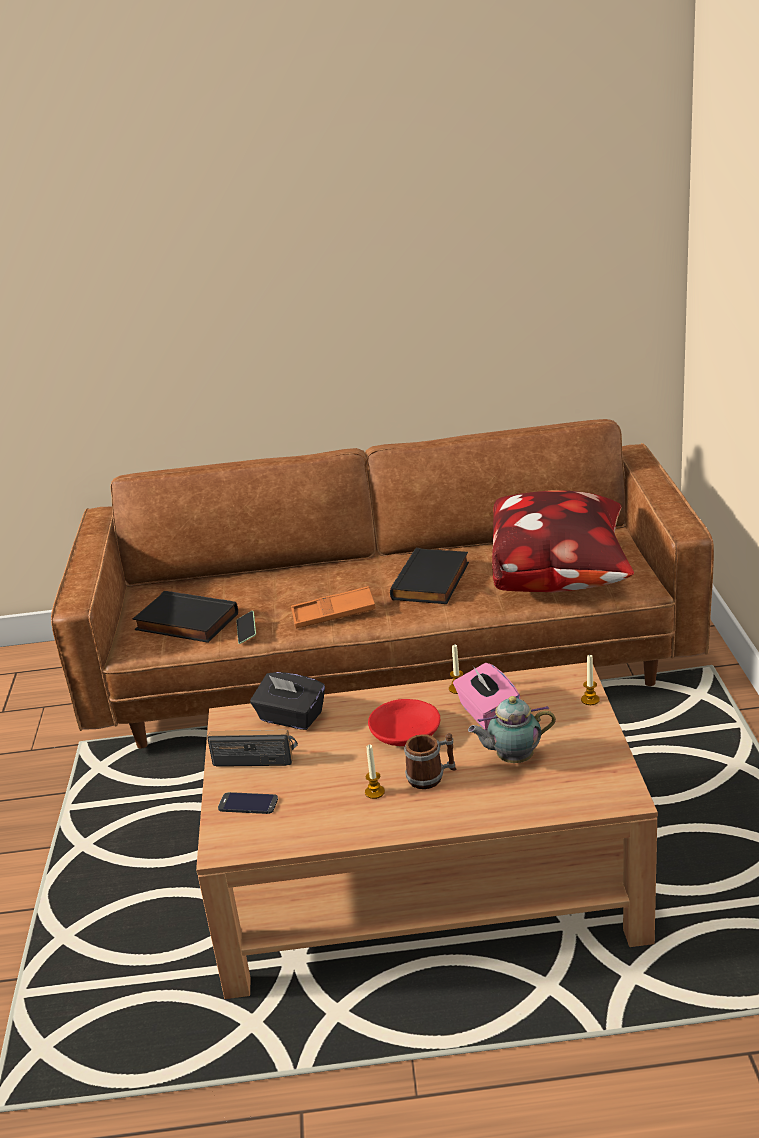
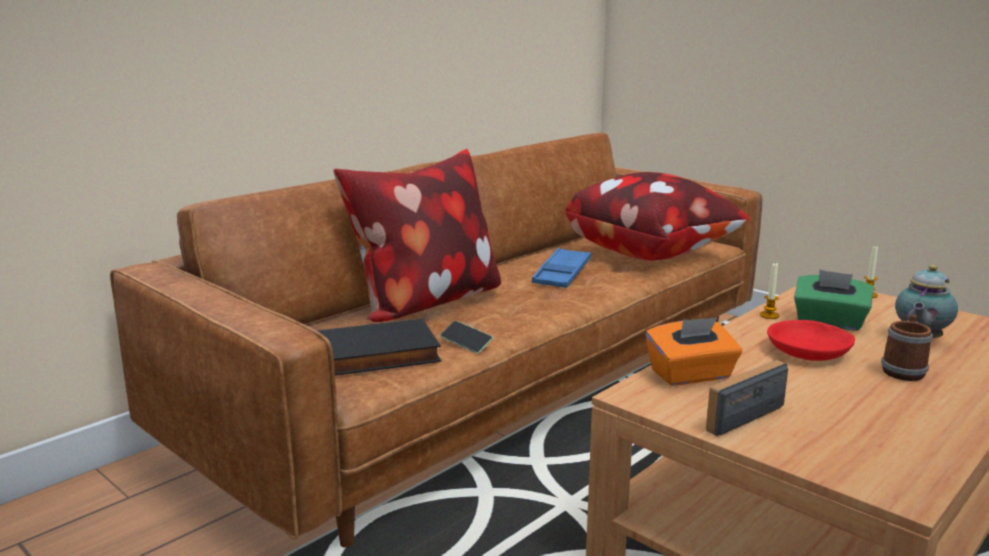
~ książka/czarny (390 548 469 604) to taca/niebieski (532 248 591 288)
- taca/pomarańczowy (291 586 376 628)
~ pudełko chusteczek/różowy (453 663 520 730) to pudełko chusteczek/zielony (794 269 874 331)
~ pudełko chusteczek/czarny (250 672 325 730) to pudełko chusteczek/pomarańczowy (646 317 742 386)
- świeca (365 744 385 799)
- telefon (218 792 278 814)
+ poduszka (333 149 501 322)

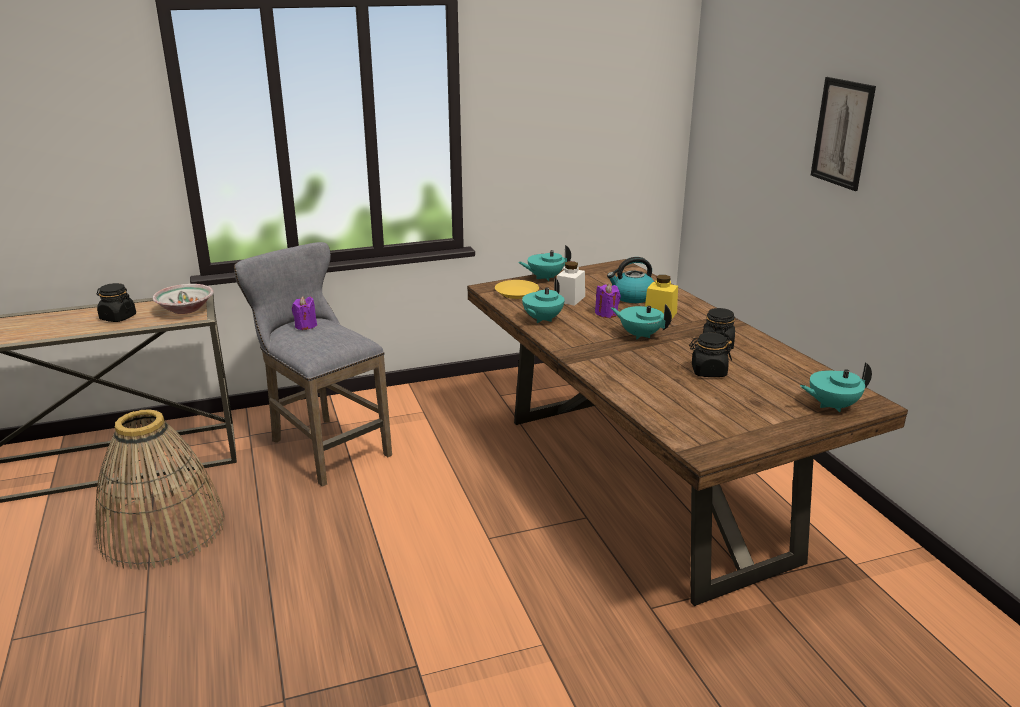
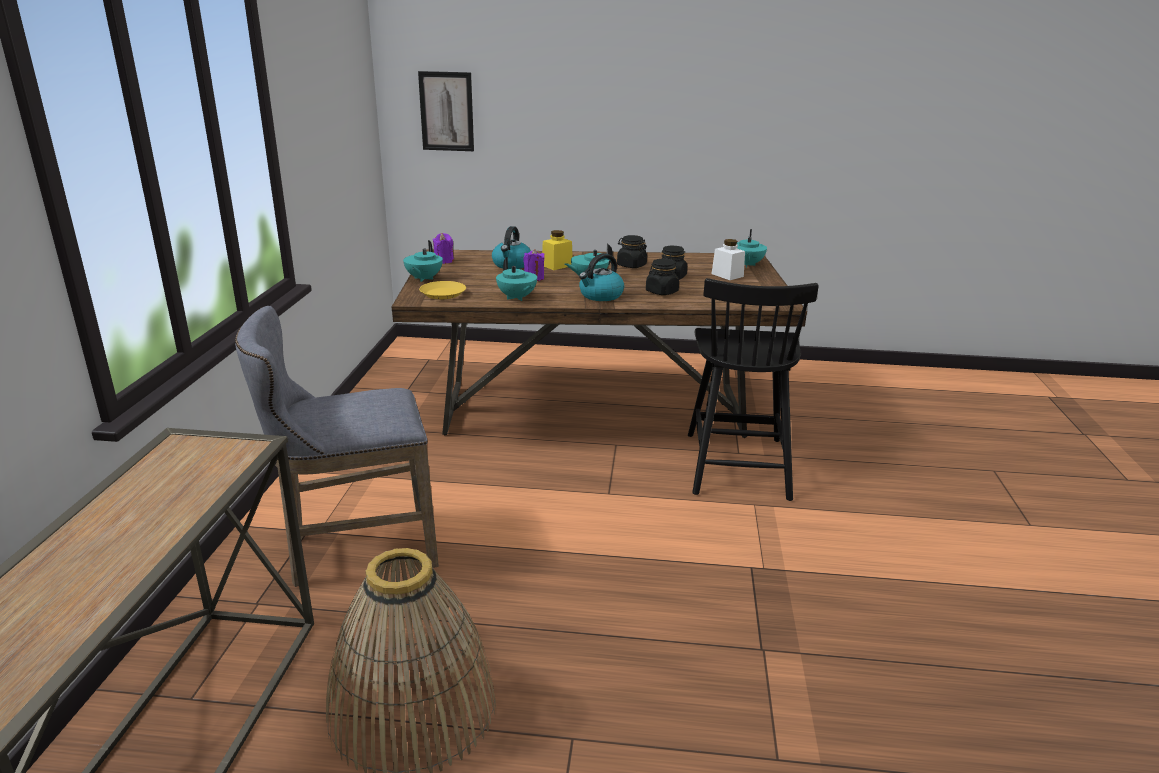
~ obraz (811 77 876 191) to (418 71 474 151)
~ słoik/biały (557 261 585 306) to (711 239 745 280)
~ słoik/czarny (97 283 136 322) to (646 259 679 295)
- miska (152 284 214 314)
~ świeca/fioletowy (292 296 317 330) to (433 233 454 264)
+ czajnik (579 253 624 301)
+ krzesło/czarny (688 278 819 501)

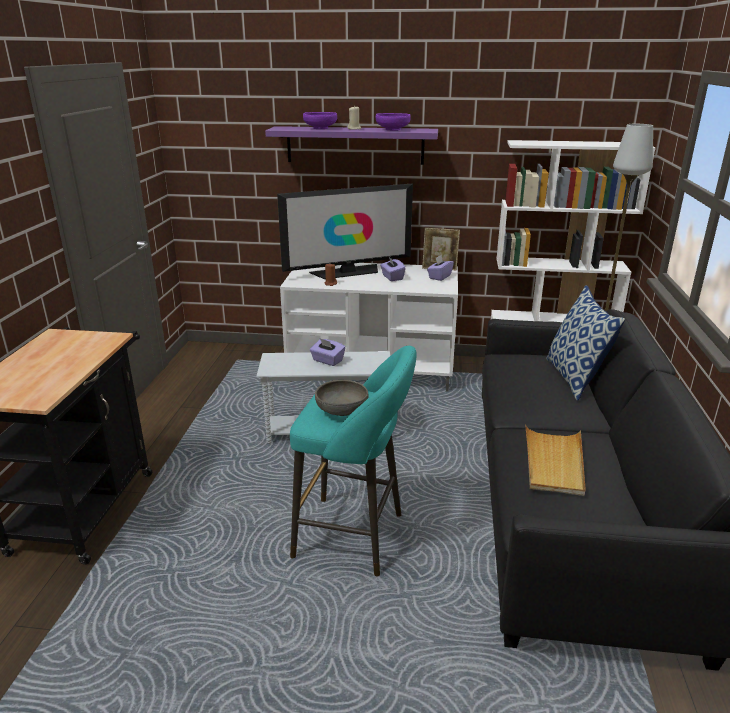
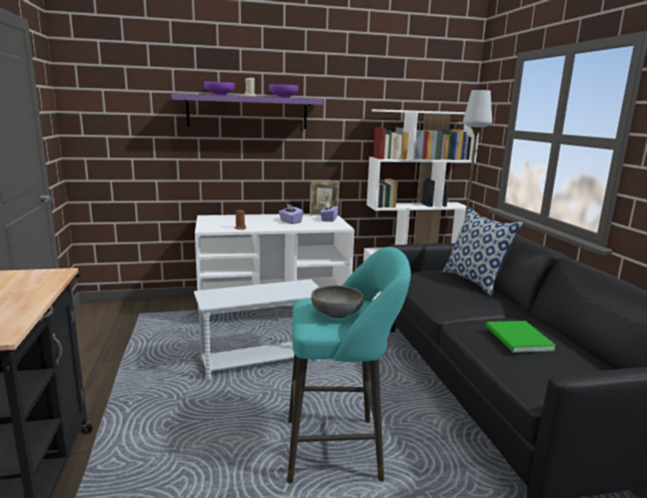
- telewizor (277 184 413 279)
- pudełko chusteczek/fioletowy (310 338 346 366)
~ taca/beżowy (525 425 586 496) to książka/zielony (485 321 556 353)

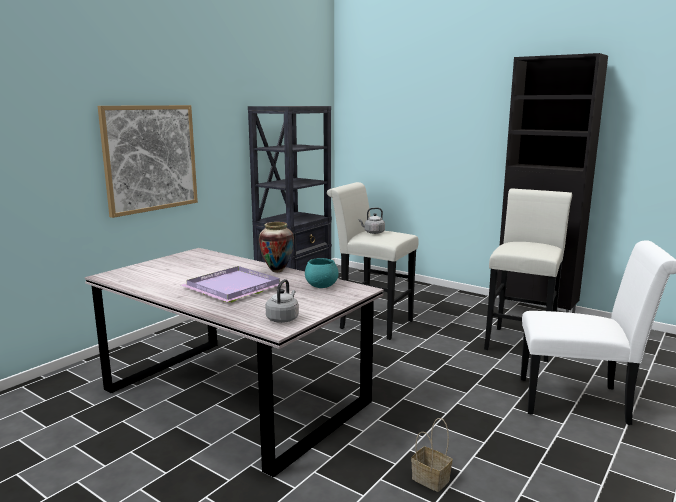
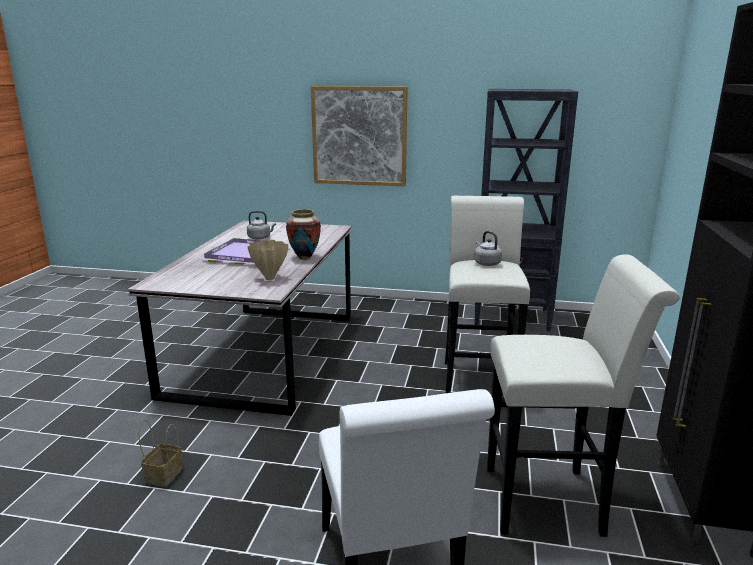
~ miska/turkusowy (305 258 338 288) to wazon/beżowy (247 240 288 280)
~ czajnik/szary (265 279 299 323) to (247 211 276 240)

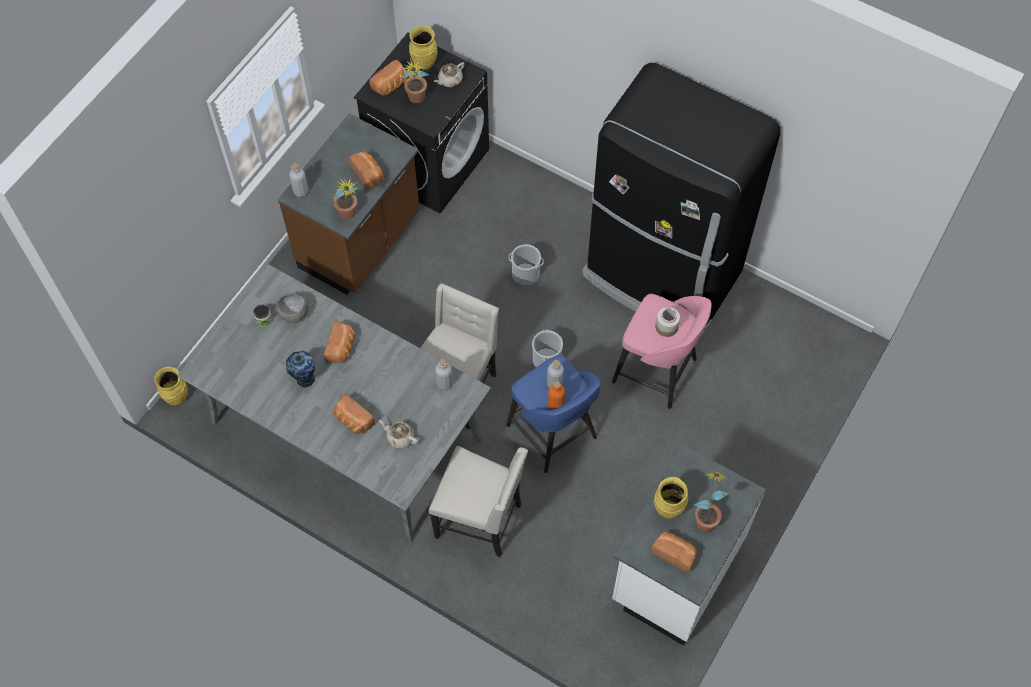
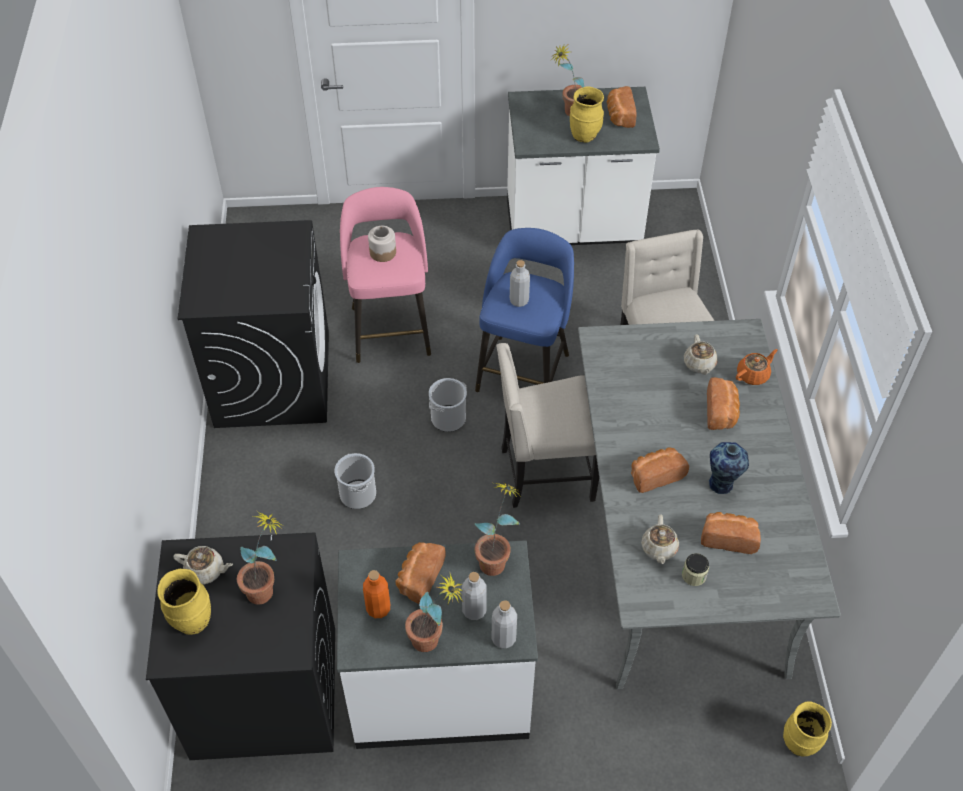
~ chleb (370 60 407 96) to (701 512 761 554)
~ lodówka/czarny (582 63 781 337) to pralka/czarny (177 220 329 428)
~ zabudowa kuchenna/brązowy (278 114 420 295) to zabudowa kuchenna/biały (337 540 538 749)
~ miska/szary (276 293 308 323) to imbryk/beżowy (641 514 679 564)
~ butelka/szary (435 359 453 390) to (462 572 487 620)
~ butelka/pomarańczowy (548 381 565 410) to (363 570 390 618)
+ imbryk/pomarańczowy (736 349 778 385)
+ roślina doniczkowa (405 573 462 652)

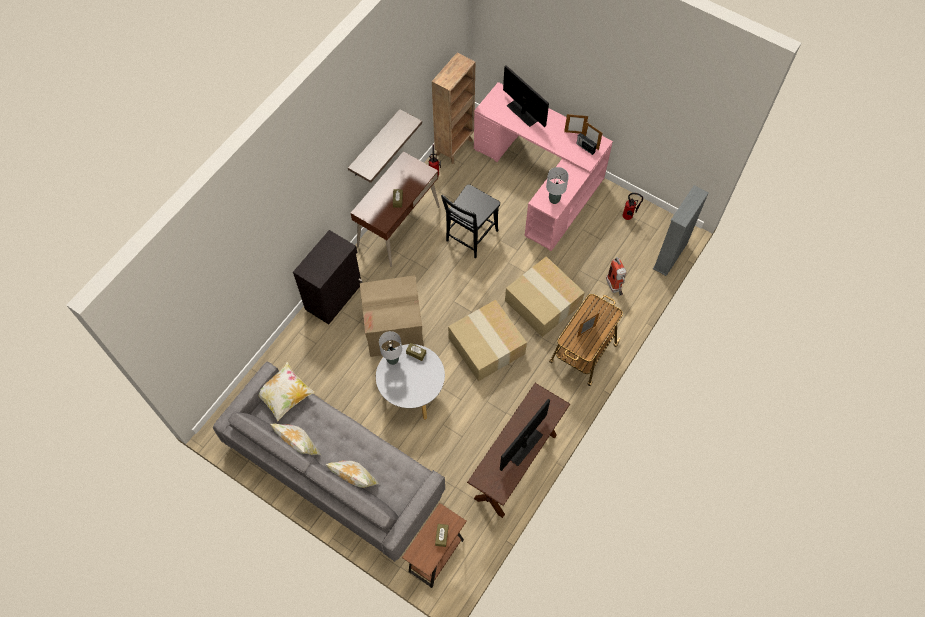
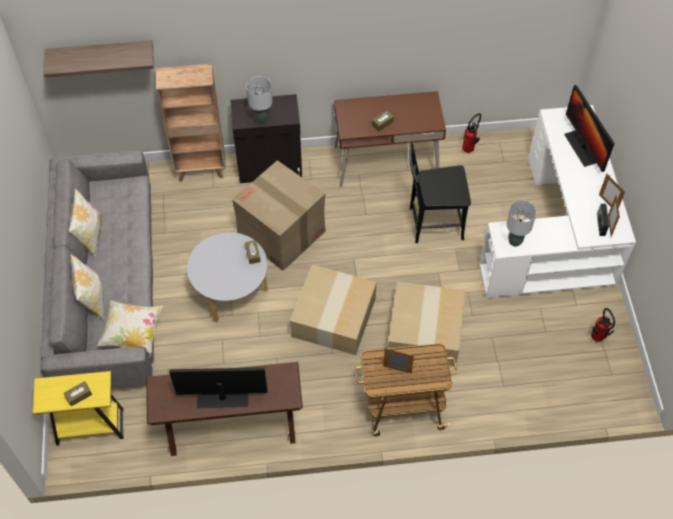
~ regał/brązowy (432 53 475 164) to (156 64 226 182)
~ monitor (503 65 549 127) = (564 85 615 172) 150 degrees clockwise
~ biurko/różowy (474 82 613 251) to biurko/biały (479 105 636 299)
~ półka (348 109 422 183) to (43 40 154 78)
- regał/szary (653 185 709 276)
- gaśnica (606 257 627 295)
~ lampa stołowa/szary (379 331 402 365) to (247 77 273 124)
~ poduszka (258 362 315 421) to (97 300 163 353)
~ stolik/brązowy (402 503 467 588) to stolik/żółty (33 371 124 446)

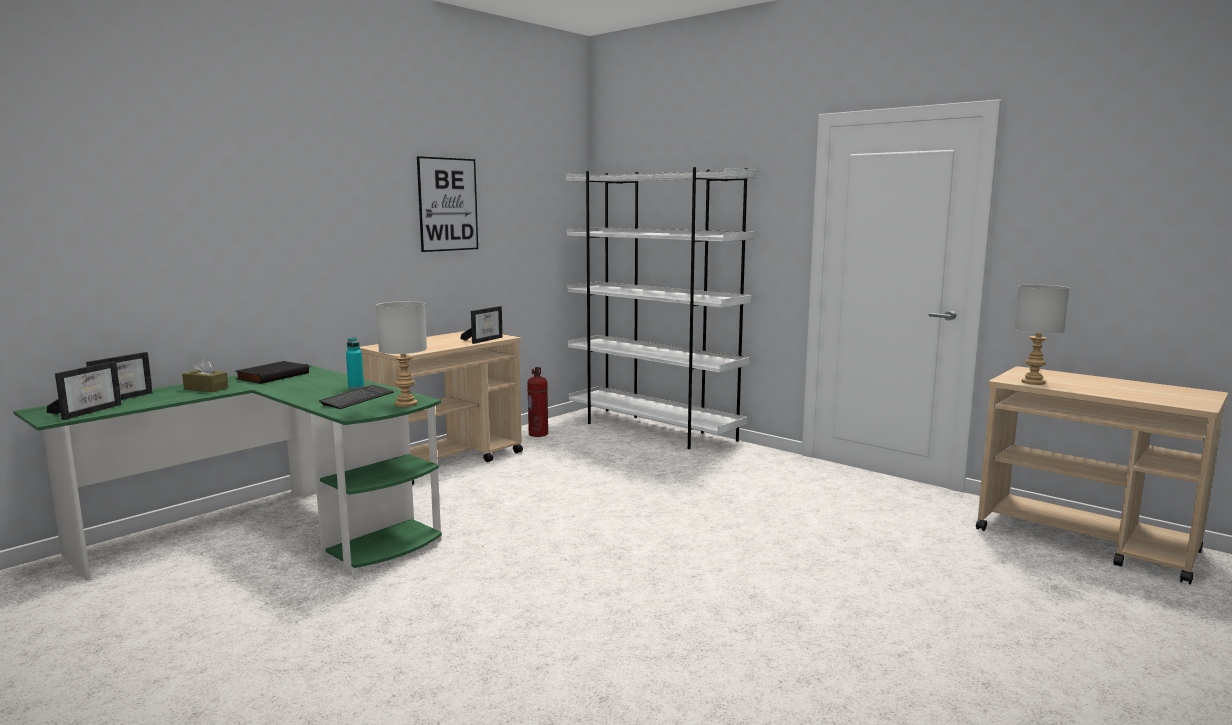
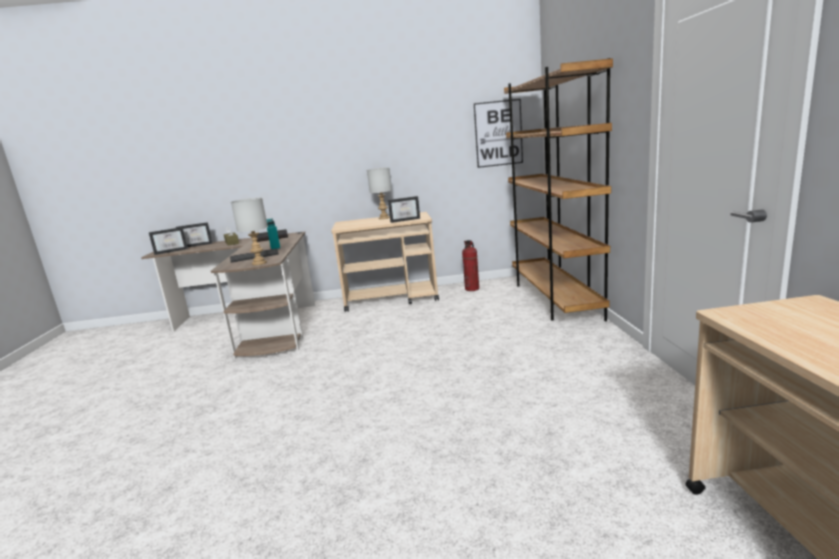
~ obraz (417 156 478 252) to (474 99 523 168)
~ regał/biały (566 167 756 449) to regał/brązowy (504 58 613 321)
~ lampa stołowa/szary (1014 284 1069 385) to (367 168 392 219)
~ biurko/zielony (13 364 442 581) to biurko/brązowy (141 231 315 359)

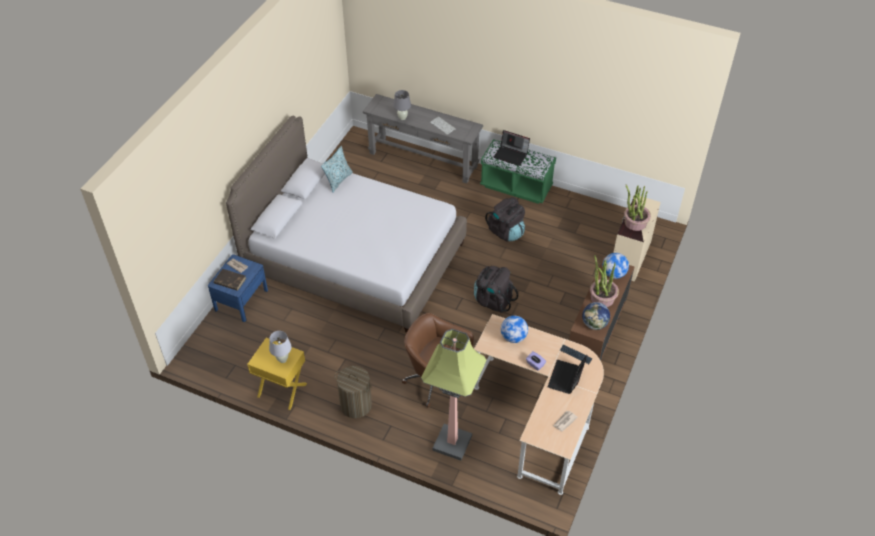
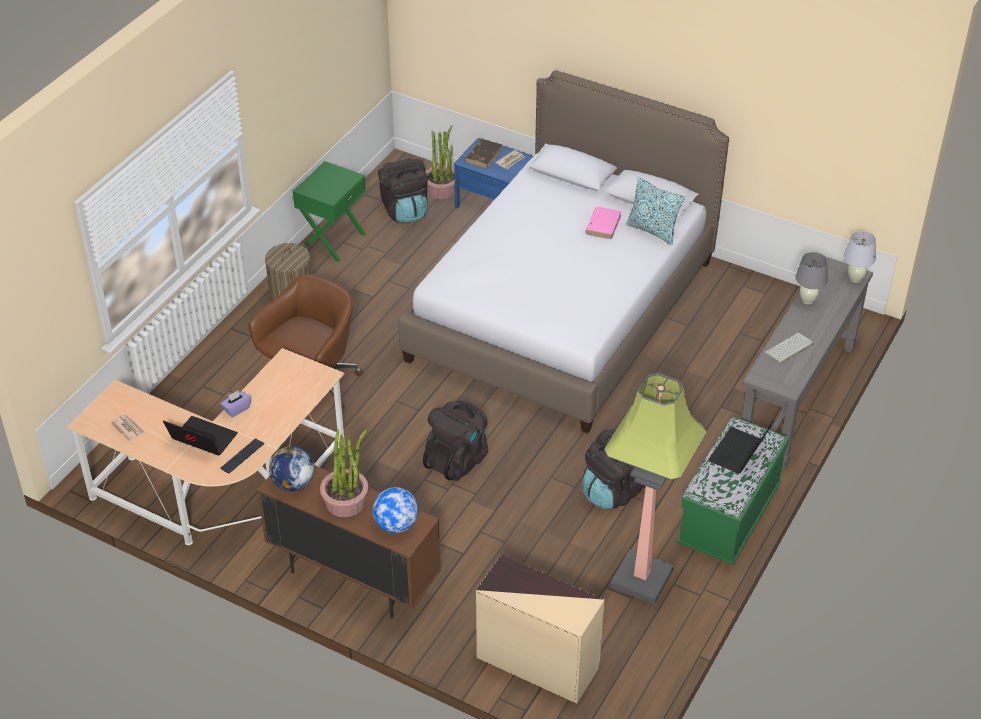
~ roślina doniczkowa (624 185 651 231) to (425 126 455 199)
- globus (501 316 528 343)
~ lampa stojąca (421 329 487 461) to (604 373 707 605)
~ lampa stołowa/biały (269 331 292 363) to (844 231 876 283)
~ szafka nocna/żółty (247 338 307 410) to szafka nocna/zielony (293 161 366 262)
+ plecak/czarny (378 159 428 223)
+ książka/różowy (585 207 621 239)

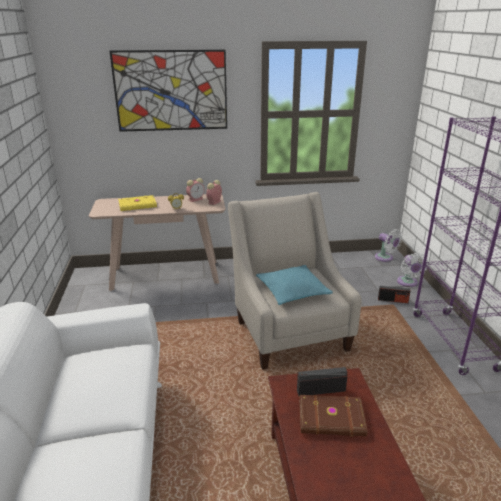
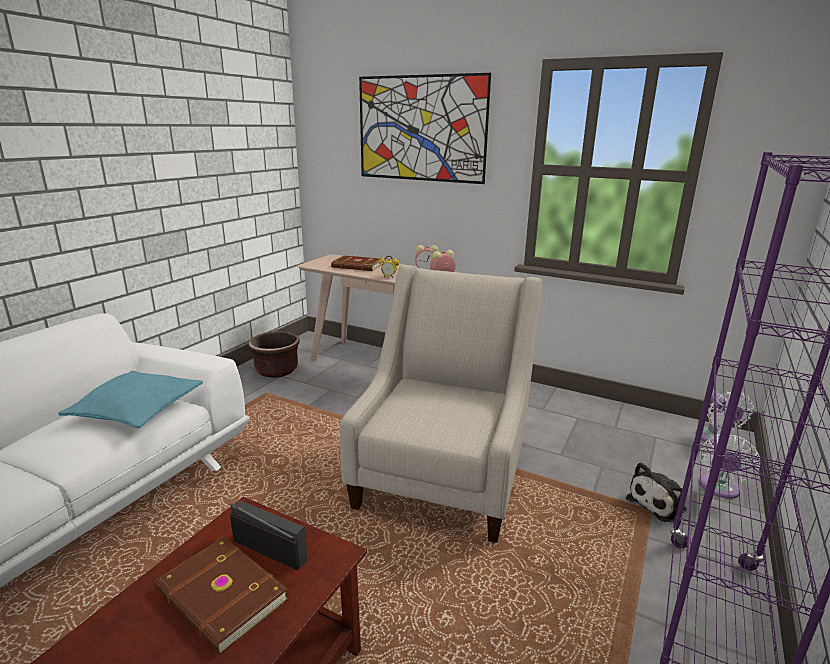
~ książka/żółty (118 195 157 211) to książka/brązowy (331 255 382 271)
~ poduszka/turkusowy (256 265 333 305) to (58 371 203 428)
~ radio (378 286 410 303) to pluszak (626 463 687 522)
+ donica/brązowy (248 331 300 378)

